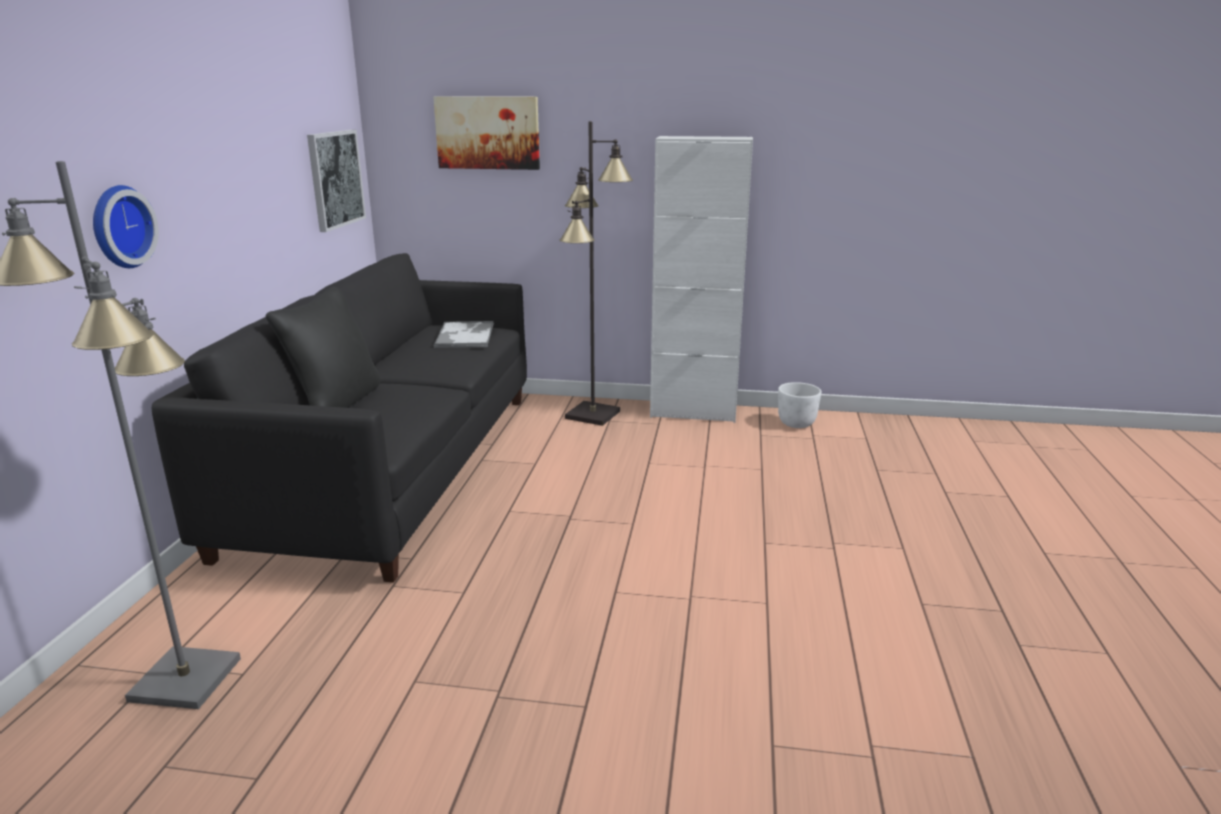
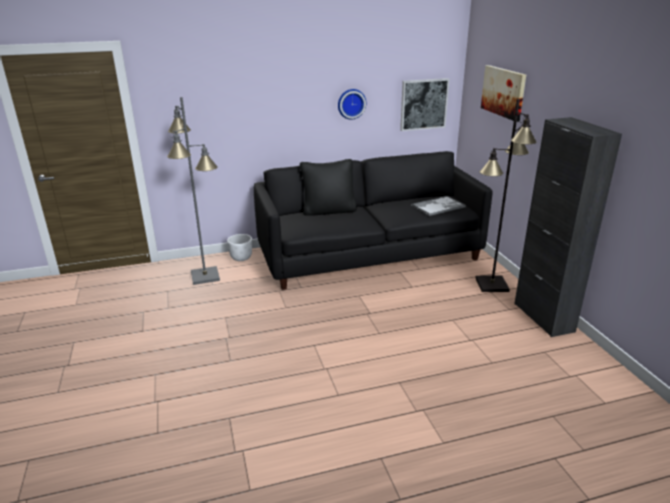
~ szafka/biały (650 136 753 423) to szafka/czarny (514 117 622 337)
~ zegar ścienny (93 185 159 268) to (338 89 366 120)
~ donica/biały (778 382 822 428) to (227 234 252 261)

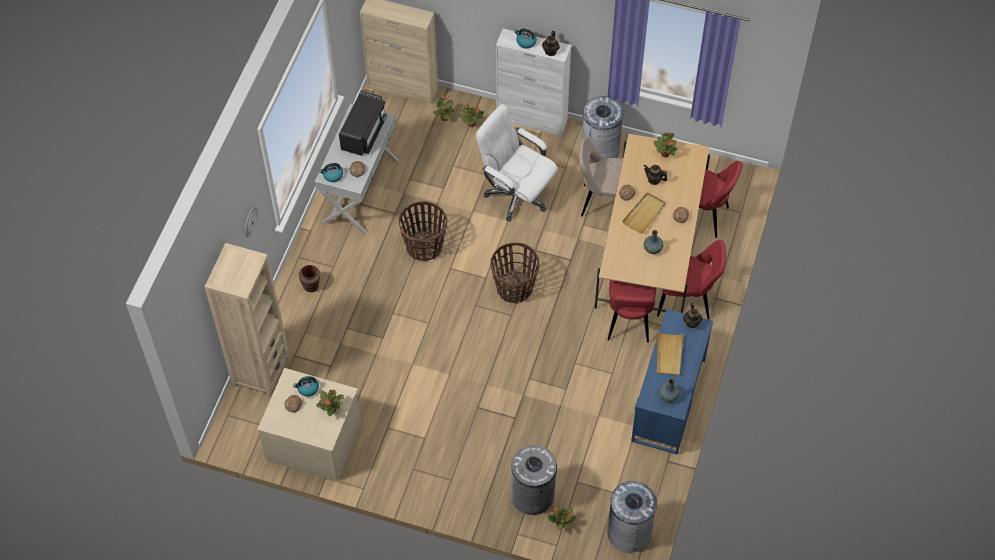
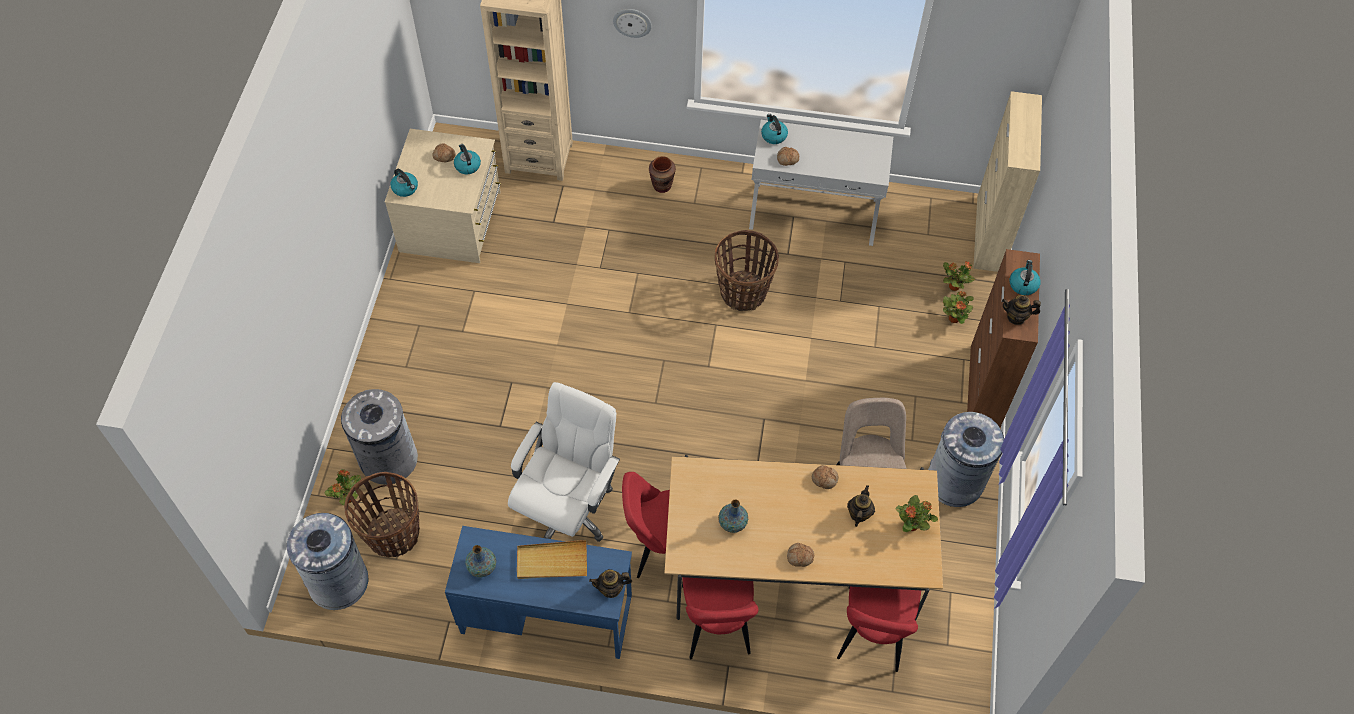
~ szafka/biały (496 28 571 136) to szafka/brązowy (967 249 1040 427)
- mikrofalówka/czarny (339 91 387 156)
~ krzesło biurowe/biały (476 104 558 221) to (508 382 620 542)
- taca/beżowy (622 192 665 234)
~ koszyk (490 242 539 304) to (344 472 420 557)
- roślina doniczkowa (316 389 344 416)
+ czajnik (390 169 418 197)

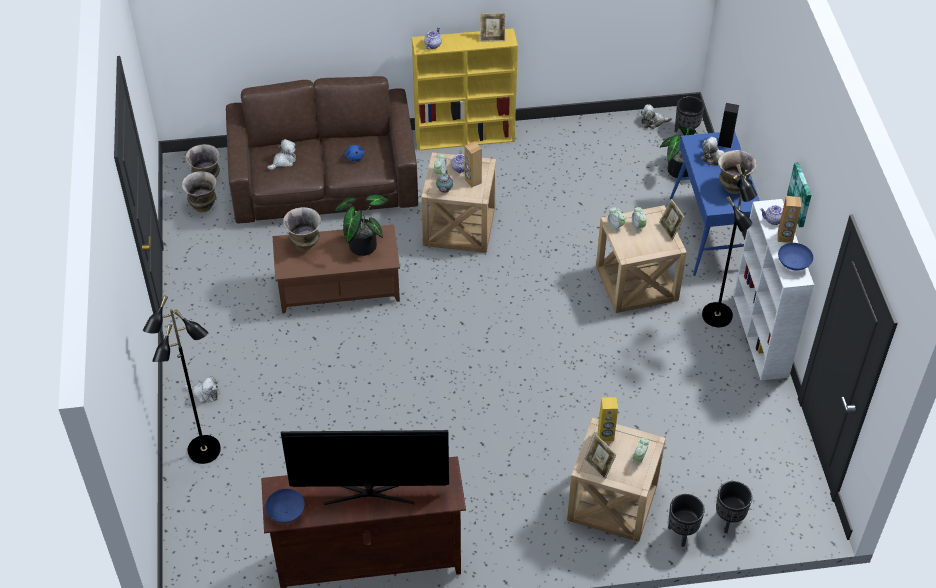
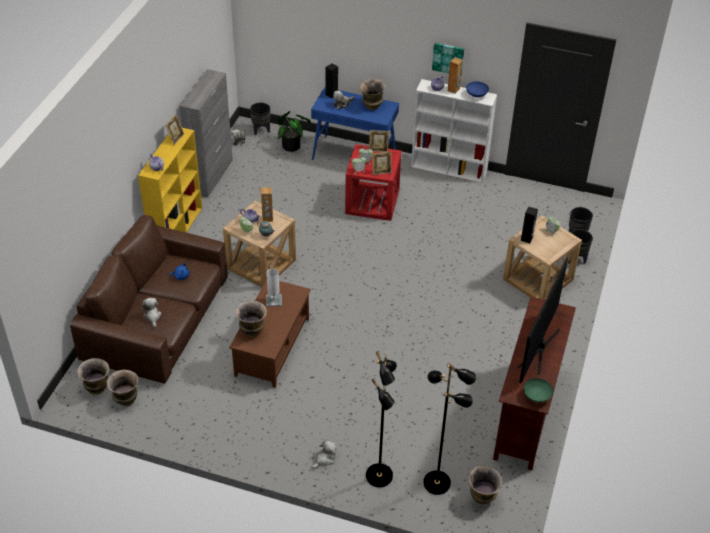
~ lampa stojąca/czarny (702 164 757 327) to (423 364 476 495)
~ roślina doniczkowa (334 195 388 256) to lampa stołowa/biały (266 269 282 306)
~ stolik/beżowy (596 205 687 313) to stolik/czerwony (345 144 402 221)
~ głośnik/żółty (598 397 618 441) to głośnik/czarny (521 207 538 243)
~ ramka na zdjęcie (585 434 617 479) to (372 151 392 175)
~ miska/niebieski (265 489 305 523) to miska/zielony (524 378 553 402)
+ szafka/szary (180 69 233 198)
+ wazon (469 466 502 504)

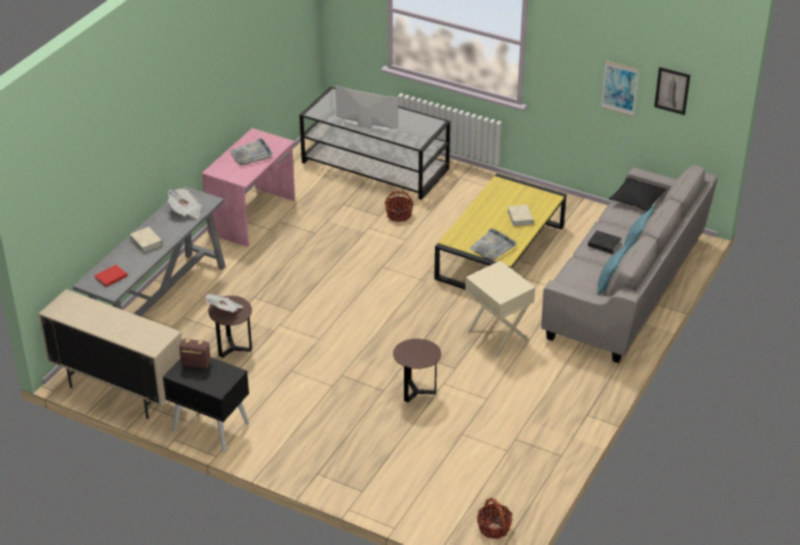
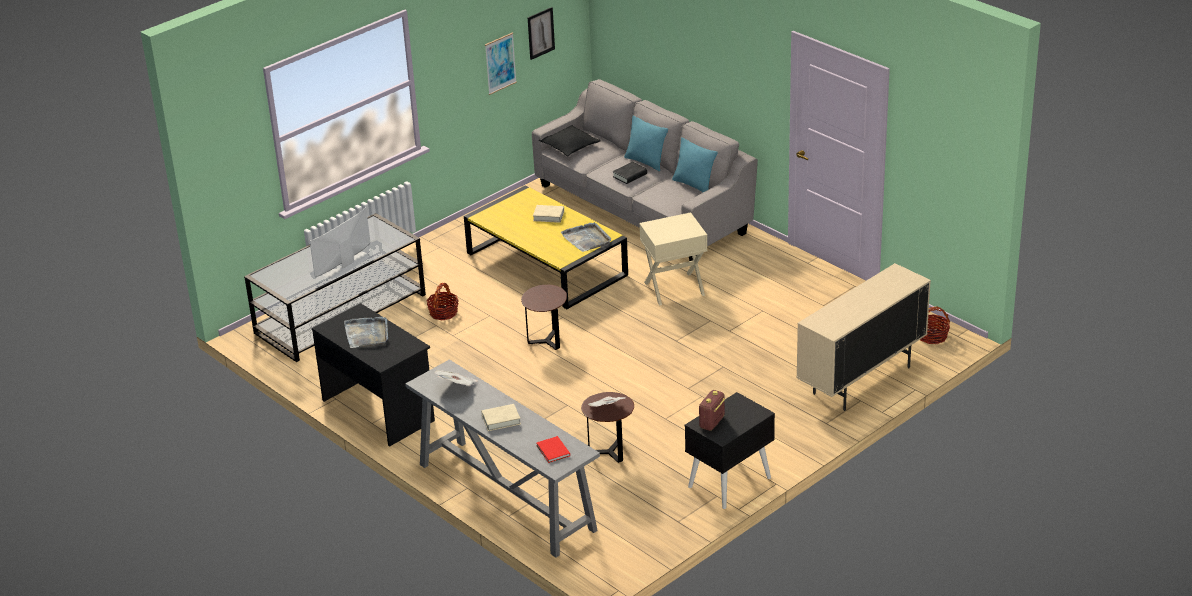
~ biurko/różowy (202 128 295 247) to biurko/czarny (312 303 435 447)
~ szafka/beżowy (39 289 182 419) to (797 263 931 411)
~ stolik/brązowy (393 339 441 402) to (521 285 567 350)

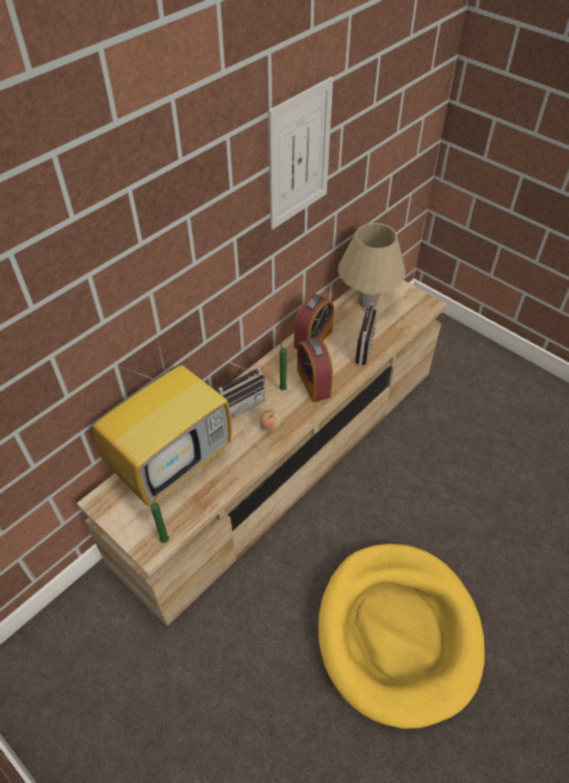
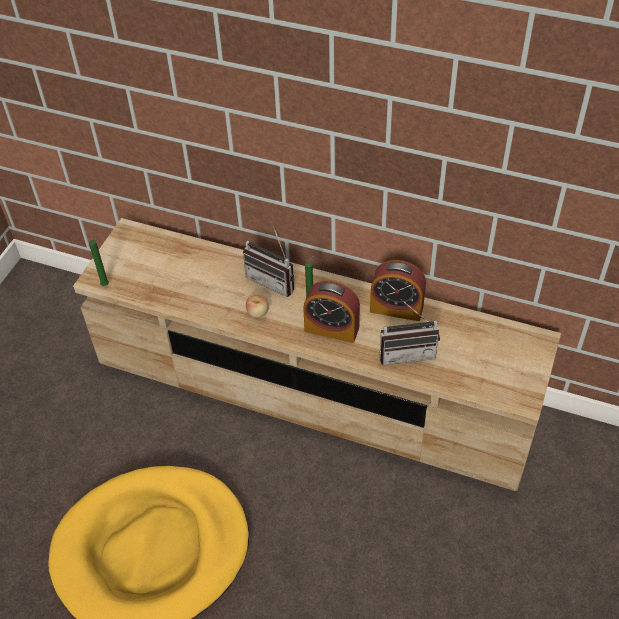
- obraz (268 77 333 230)
- lampa stołowa/beżowy (338 223 405 308)
- telewizor (93 323 232 506)
~ budzik (297 338 333 402) = (303 280 360 343) 120 degrees counterclockwise

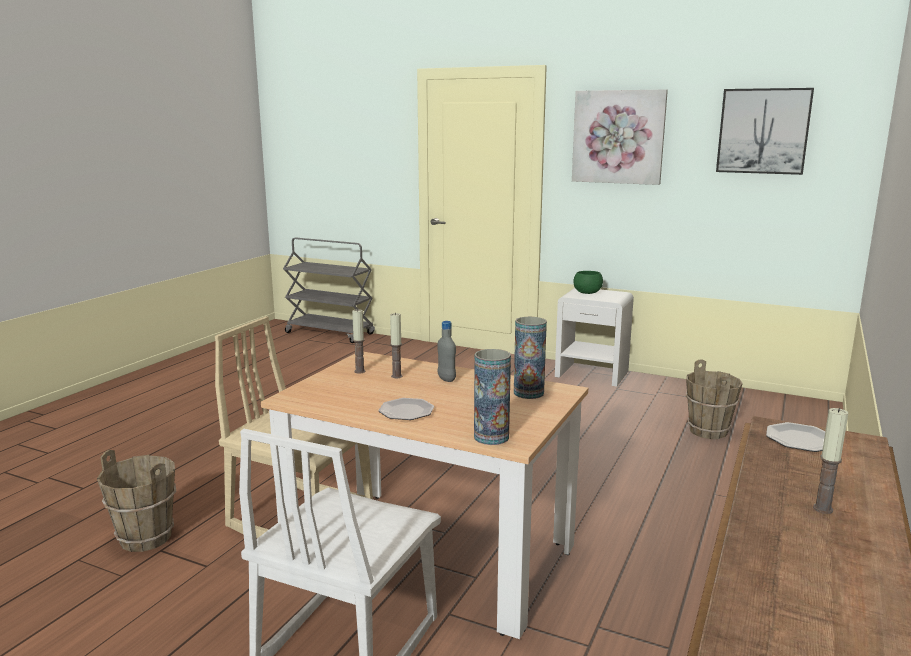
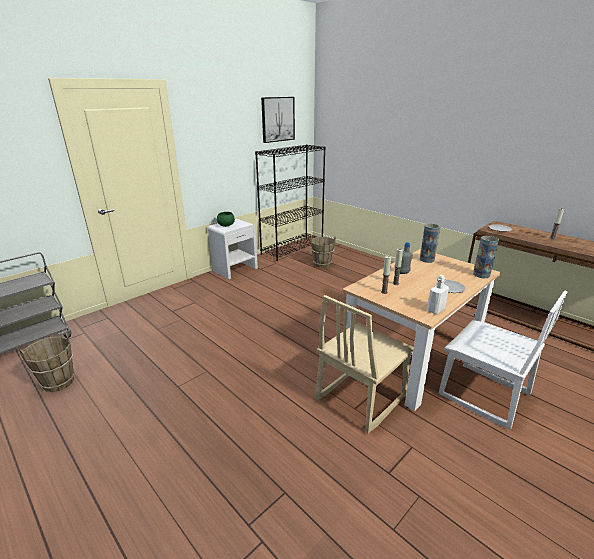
- obraz (572 89 668 185)
~ wiadro/brązowy (97 450 176 552) to (19 332 75 392)
+ regał/czarny (255 144 326 261)
+ butelka/biały (427 275 449 314)

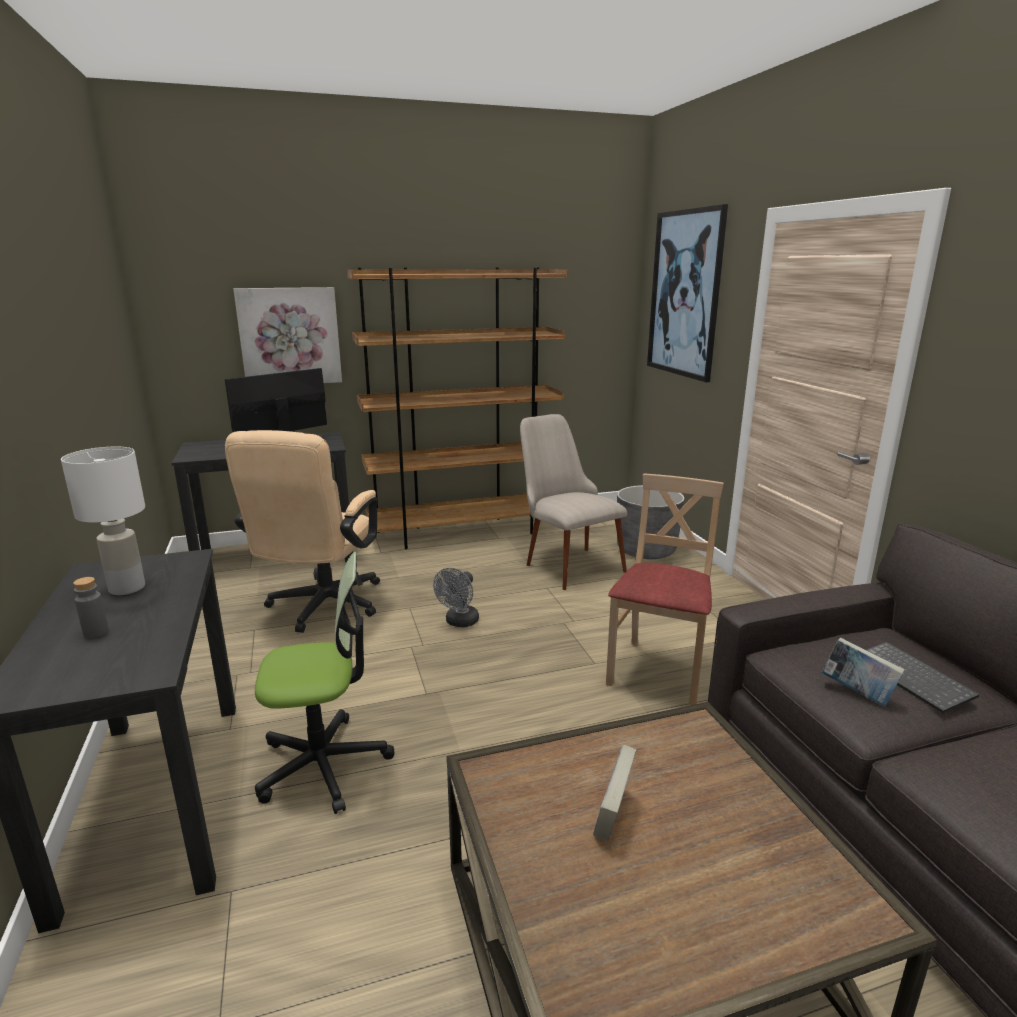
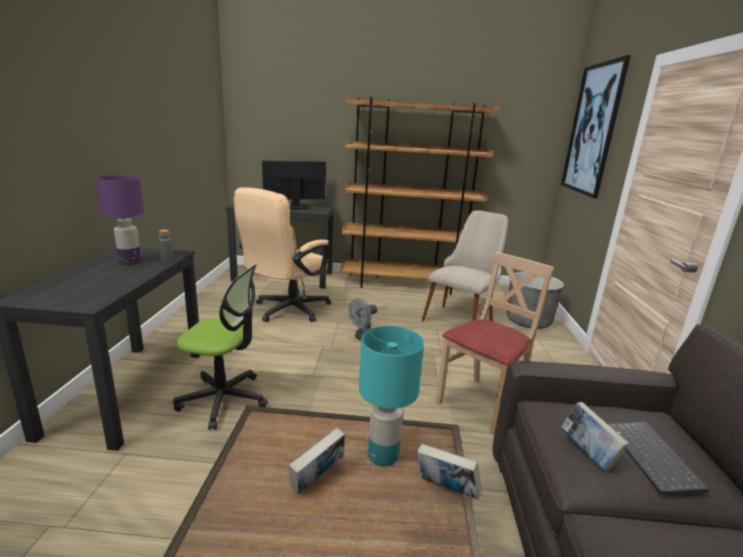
- obraz (233 287 342 383)
~ krzesło/beżowy (520 414 627 590) = (422 210 508 321) 45 degrees clockwise
~ lampa stołowa/biały (61 447 145 595) to lampa stołowa/fioletowy (96 175 144 265)
~ butelka/szary (73 577 109 638) to (158 230 173 261)
+ lampa stołowa/turkusowy (359 326 424 466)
+ książka (417 444 482 500)

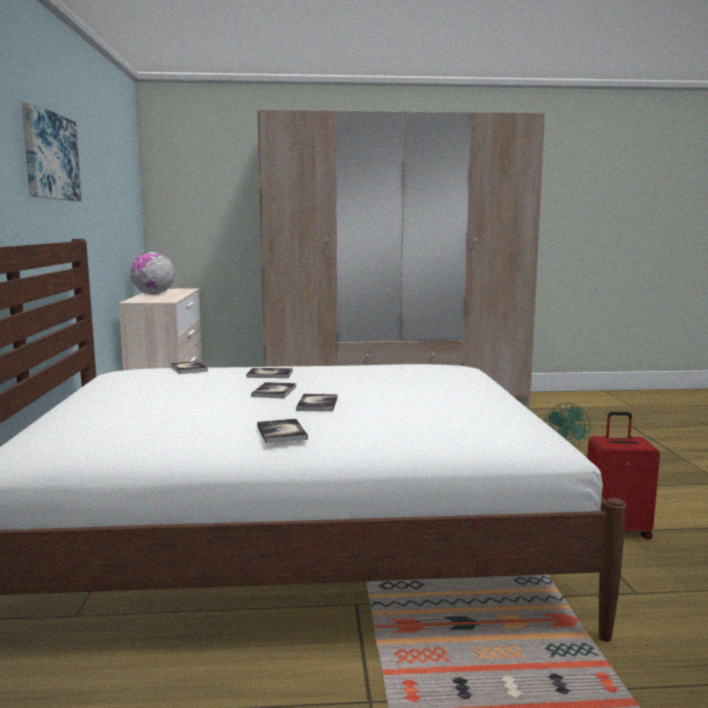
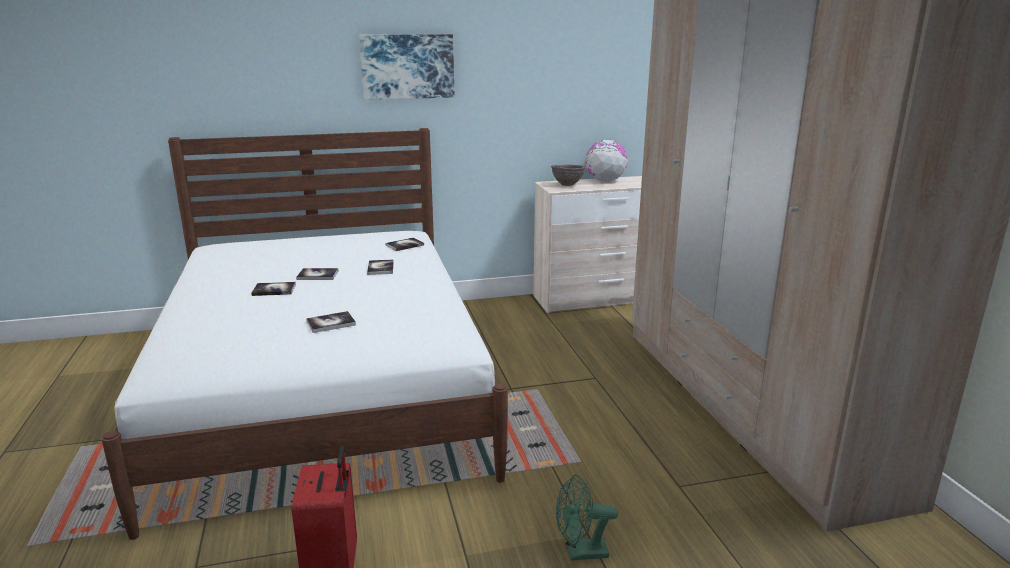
~ książka (257 419 308 444) to (306 311 356 333)
+ miska/brązowy (551 165 585 186)

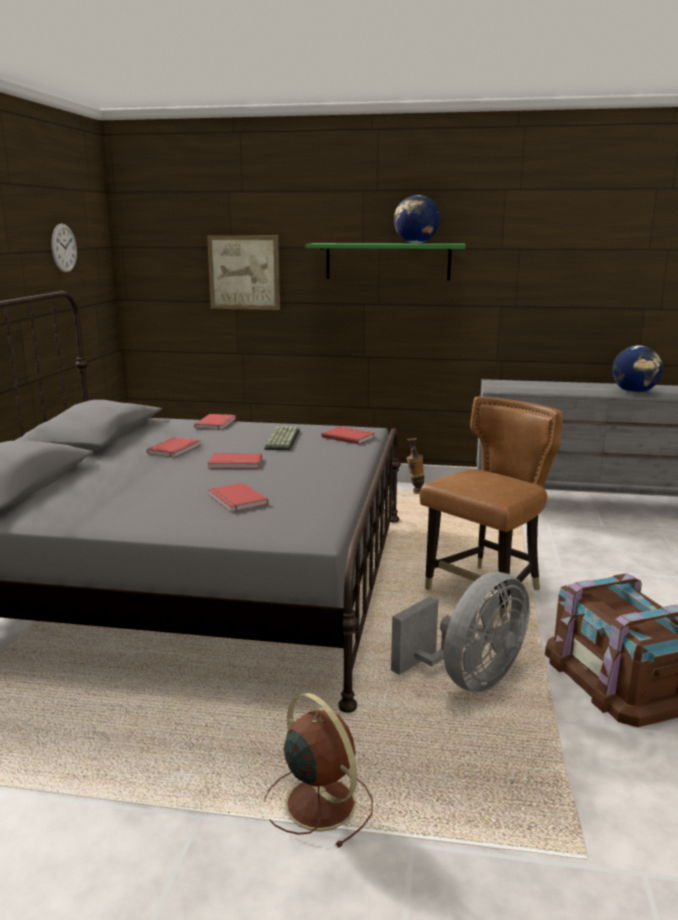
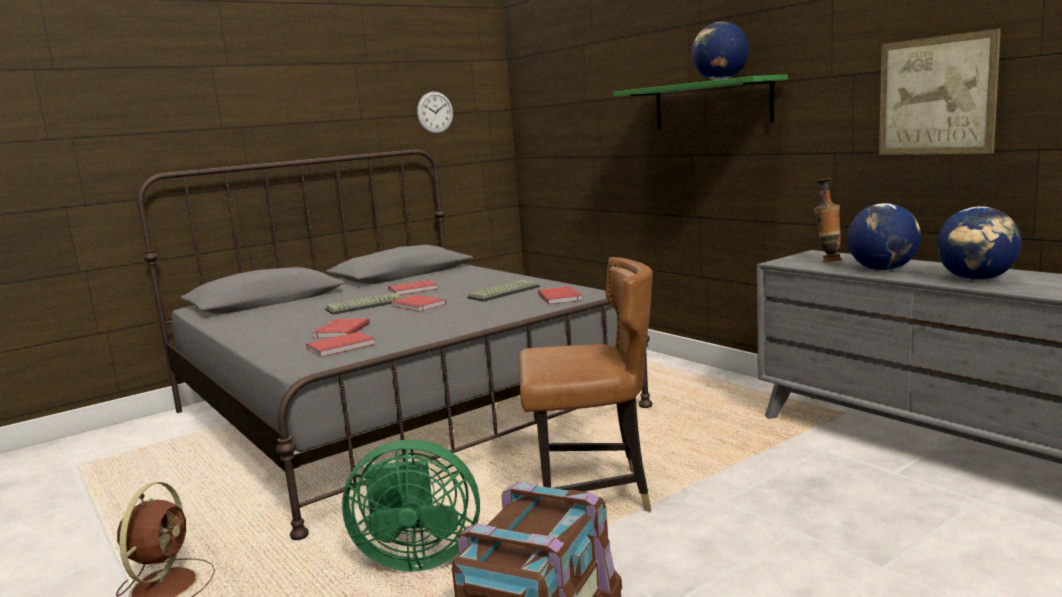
~ obraz (207 235 280 310) to (879 29 1001 155)
~ książka/czerwony (194 414 236 430) to (306 332 375 357)
~ wazon (406 438 424 494) to (814 178 842 262)
~ wentylator/szary (391 572 530 693) to wentylator/zielony (342 439 480 571)
+ globus (847 203 921 271)
+ klawiatura (325 293 402 315)

